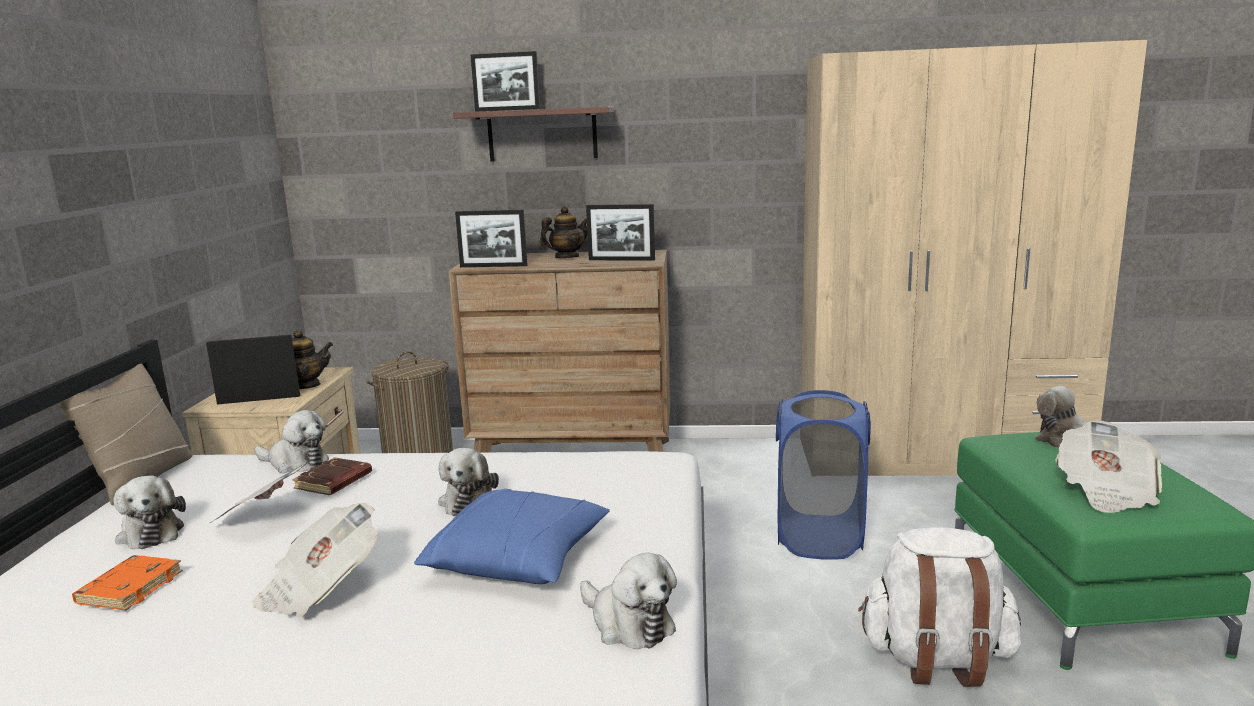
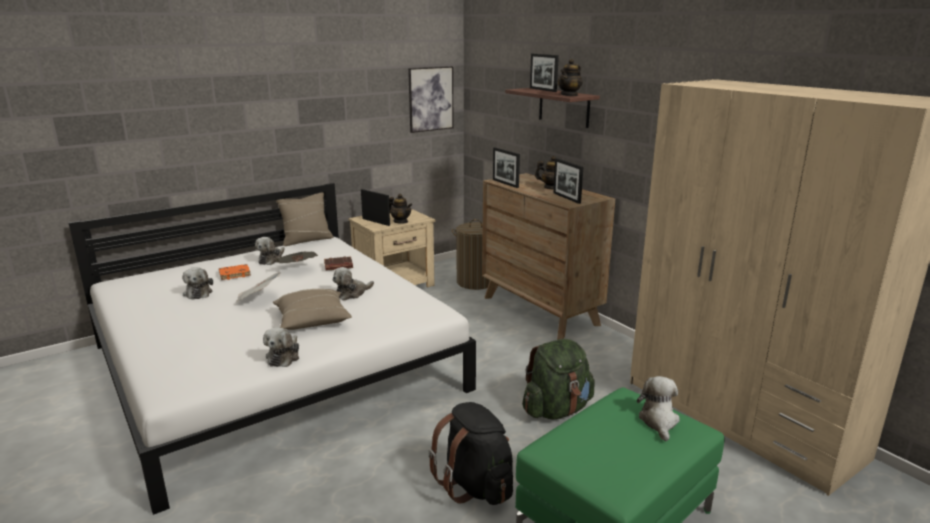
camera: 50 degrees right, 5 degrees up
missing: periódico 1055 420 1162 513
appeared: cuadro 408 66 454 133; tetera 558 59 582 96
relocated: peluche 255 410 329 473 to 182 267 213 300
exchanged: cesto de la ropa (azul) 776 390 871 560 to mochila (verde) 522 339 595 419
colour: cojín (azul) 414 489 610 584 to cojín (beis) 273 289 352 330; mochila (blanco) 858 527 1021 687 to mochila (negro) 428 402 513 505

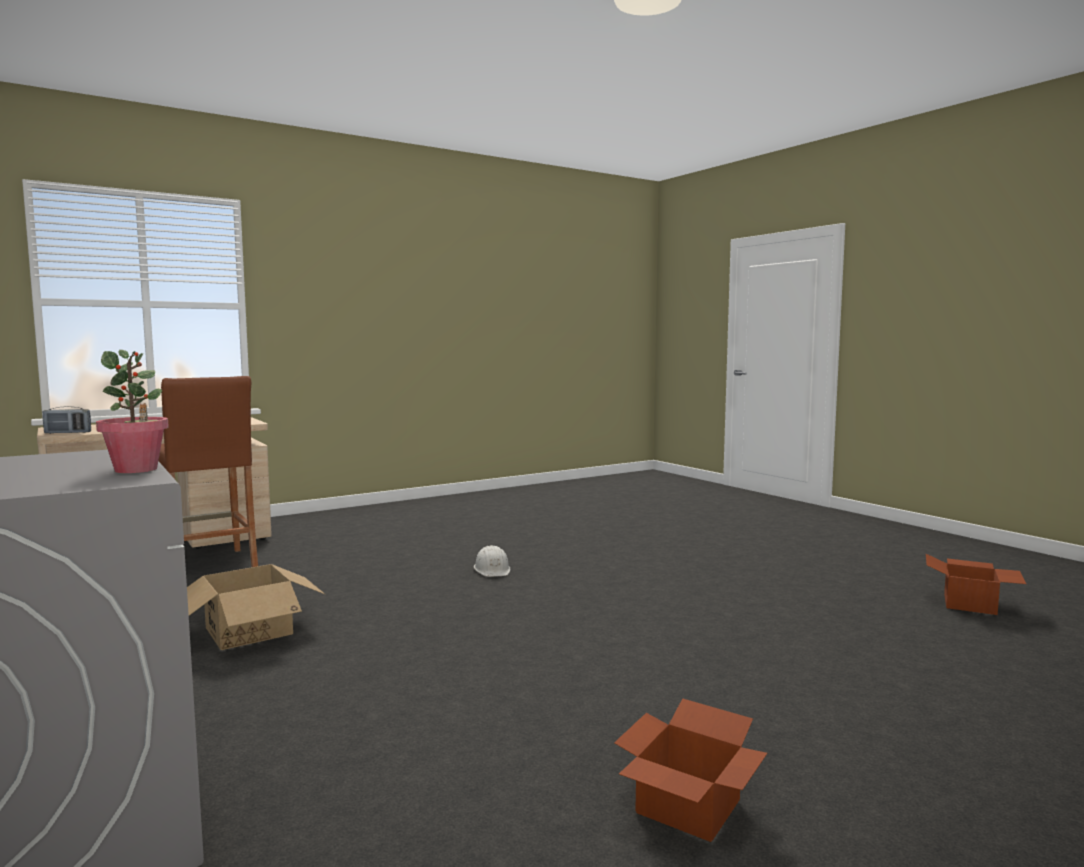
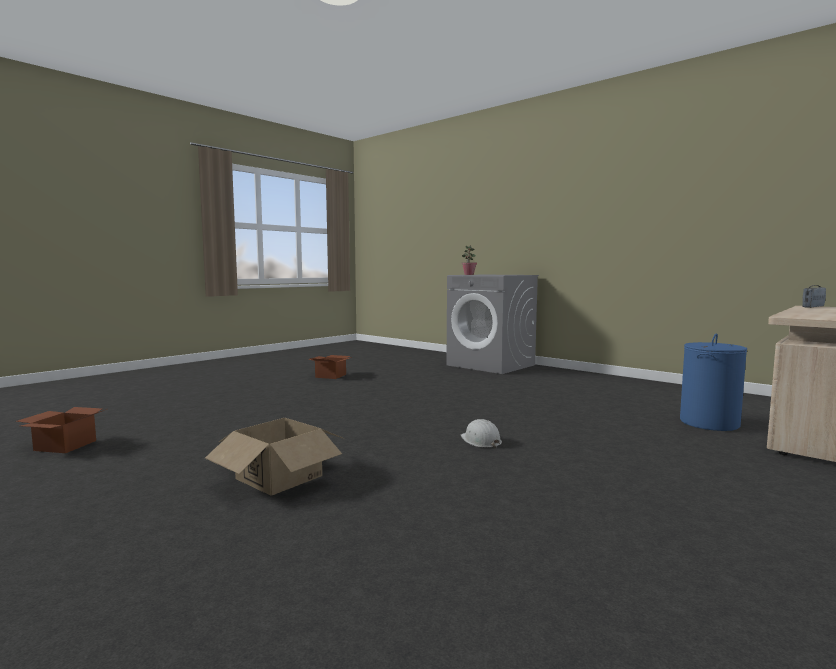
camera: 165 degrees right, 0 degrees up
relocated: caja de cartón 187 564 326 650 to 205 418 342 496
exchanged: taburete (marrón) 158 376 258 567 to cesto de la ropa (azul) 680 333 747 431

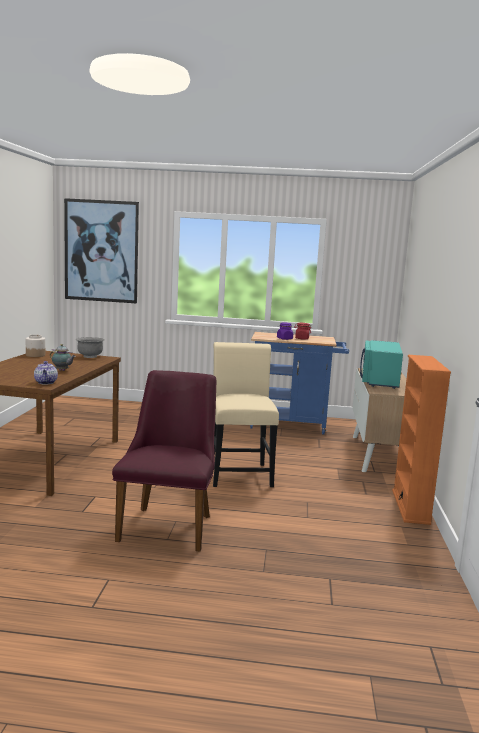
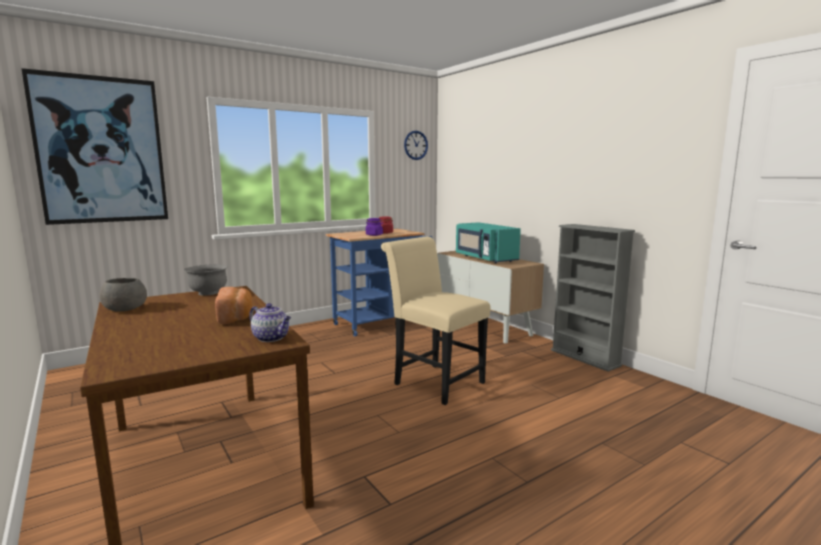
camera: 40 degrees left, 0 degrees up
missing: silla (morado) 112 370 216 552
appeared: reloj de pared 404 131 428 160
exchanged: tarro 26 335 45 357 to cuenco (gris) 100 278 147 311; tetera 50 344 76 371 to pan 215 287 252 324
colour: estantería (naranja) 392 355 451 525 to estantería (gris) 551 224 635 372

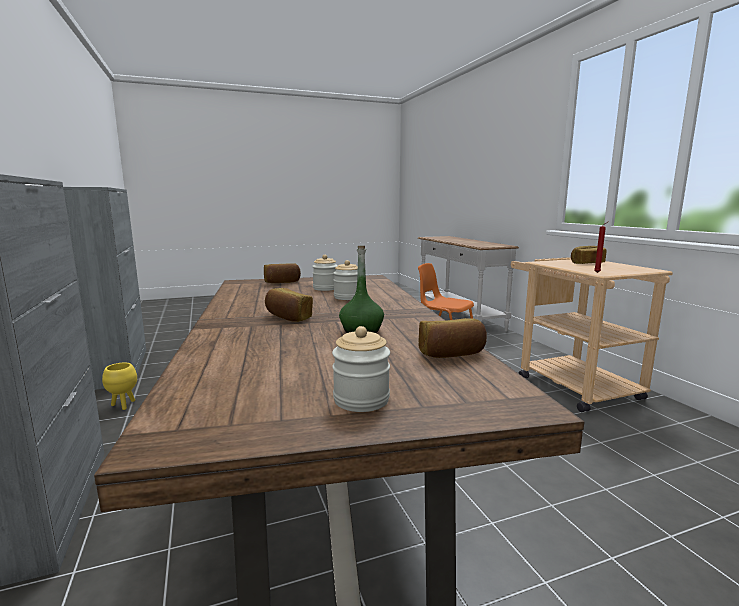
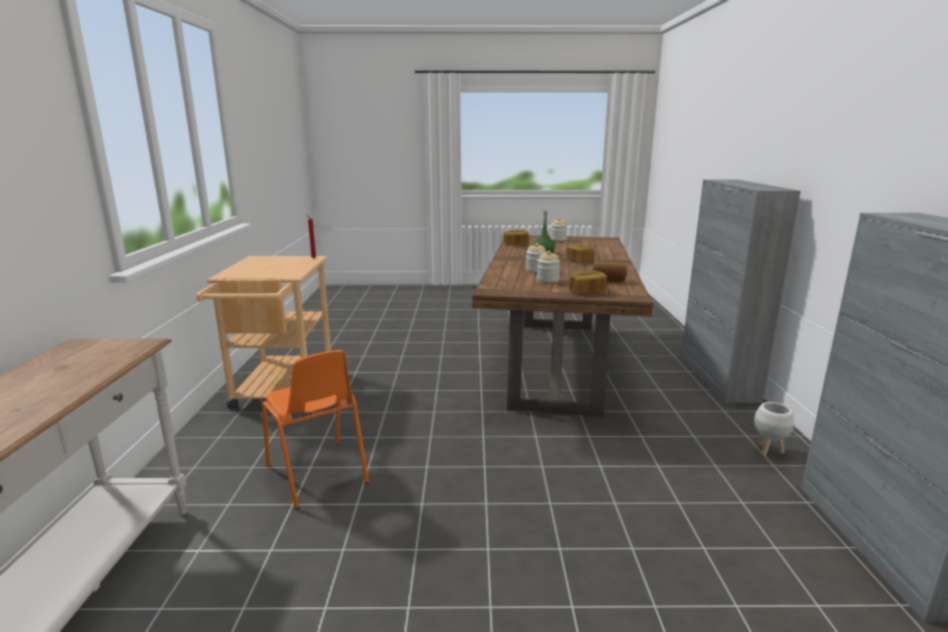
camera: 160 degrees left, 5 degrees up
relocated: pan 571 246 607 264 to 592 262 627 282
colour: maceta (amarillo) 102 363 137 410 to maceta (blanco) 754 402 794 456

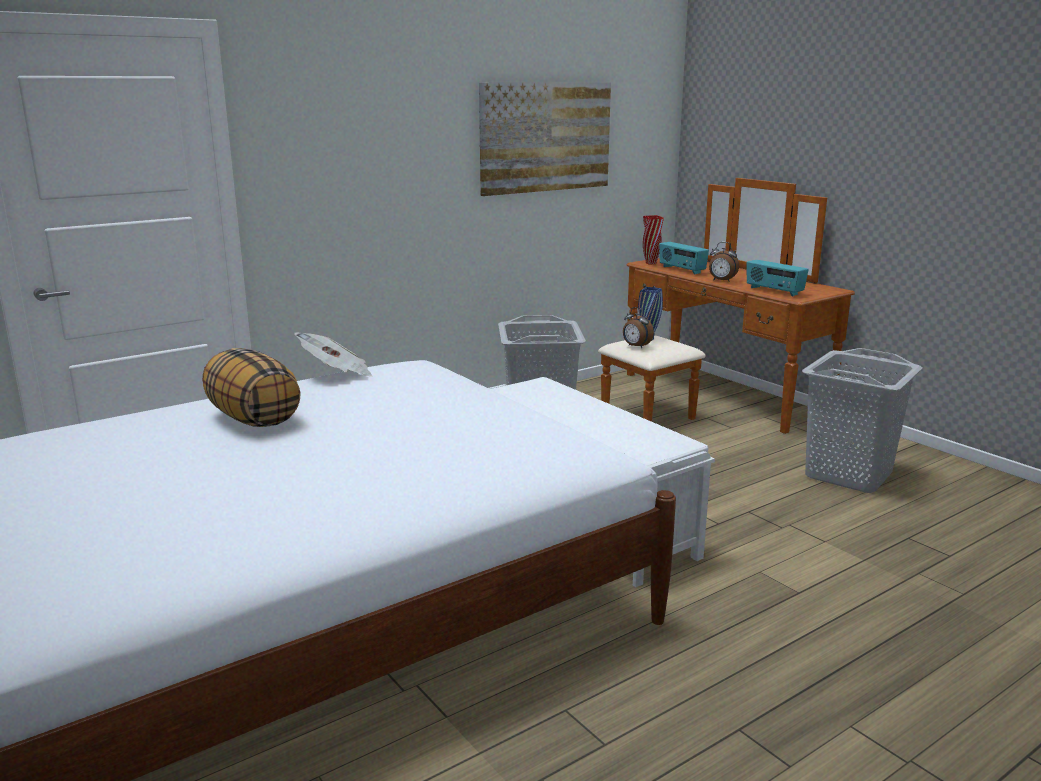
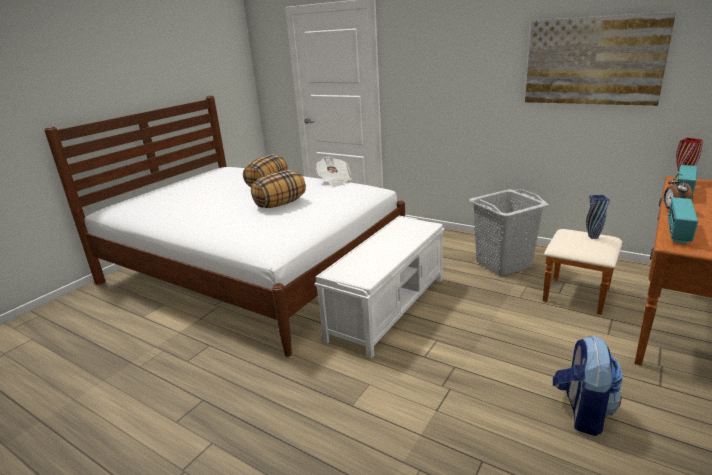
camera: 70 degrees right, 5 degrees up
missing: despertador 623 307 654 348
appeared: cojín 251 170 306 208
exchanged: cesto de la ropa (gris) 802 348 923 493 to mochila 553 335 623 436

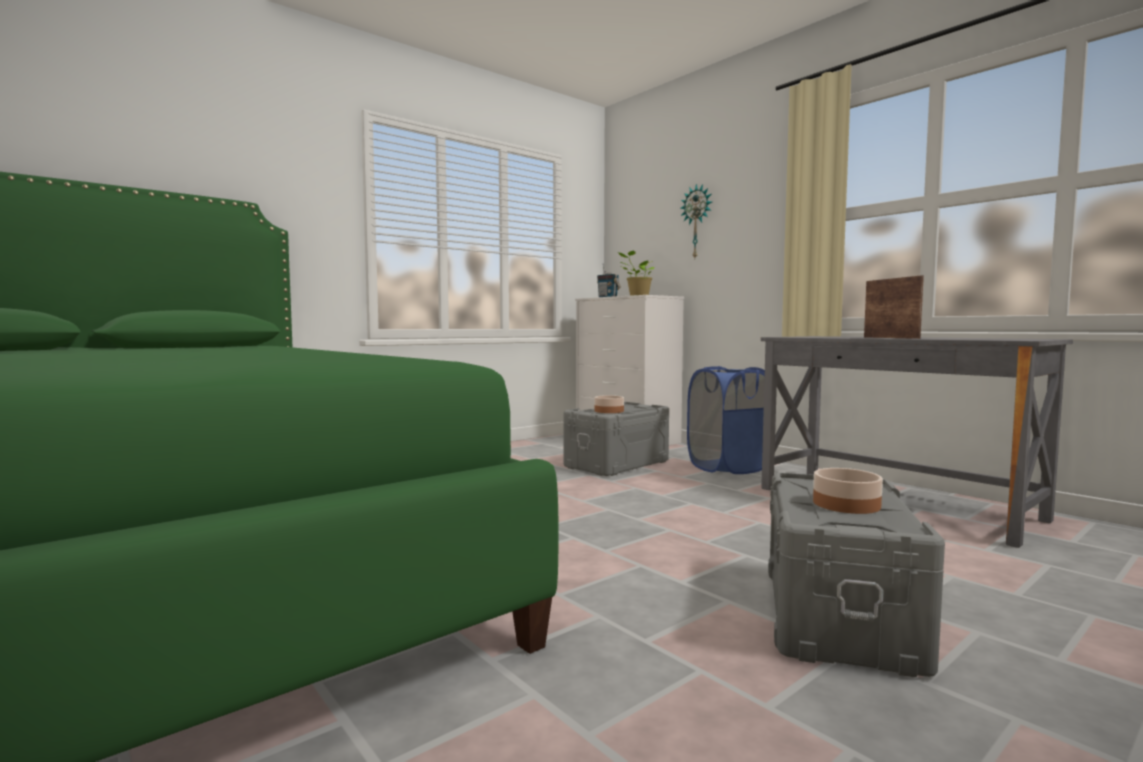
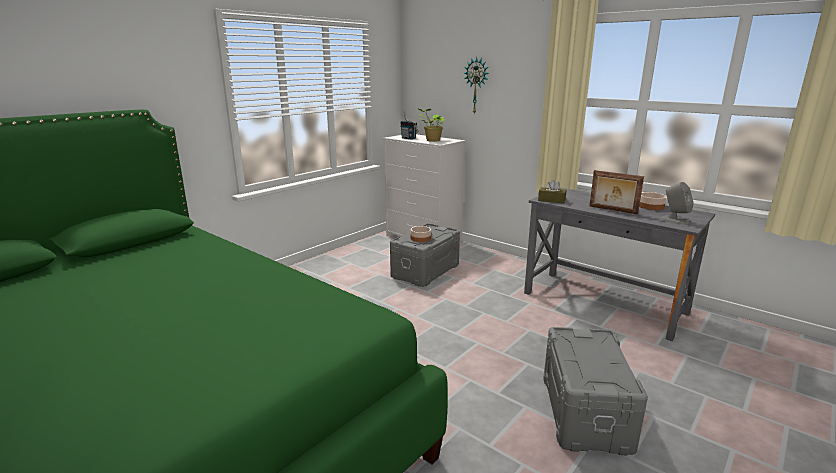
camera: 10 degrees left, 15 degrees up
missing: cesto de la ropa (azul) 687 366 765 474
appeared: caja de pañuelos (marrón) 538 180 566 203; altavoz (gris) 661 182 694 224
relocated: cuenco 813 468 883 514 to 639 192 667 210
spun: portarretratos 864 275 924 339 = 589 170 644 214 150 degrees clockwise

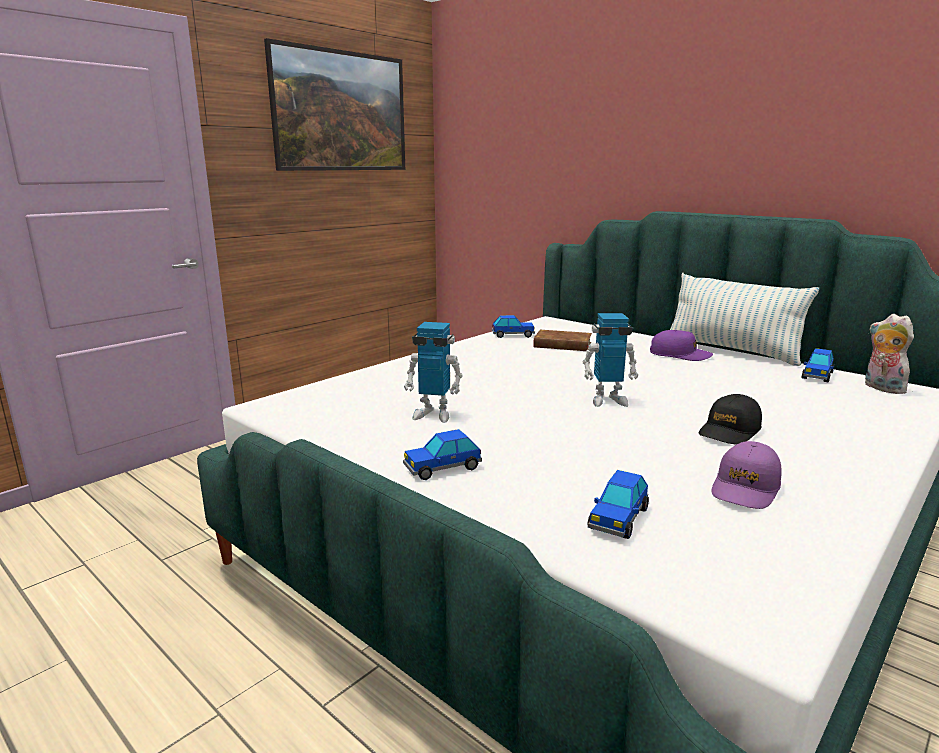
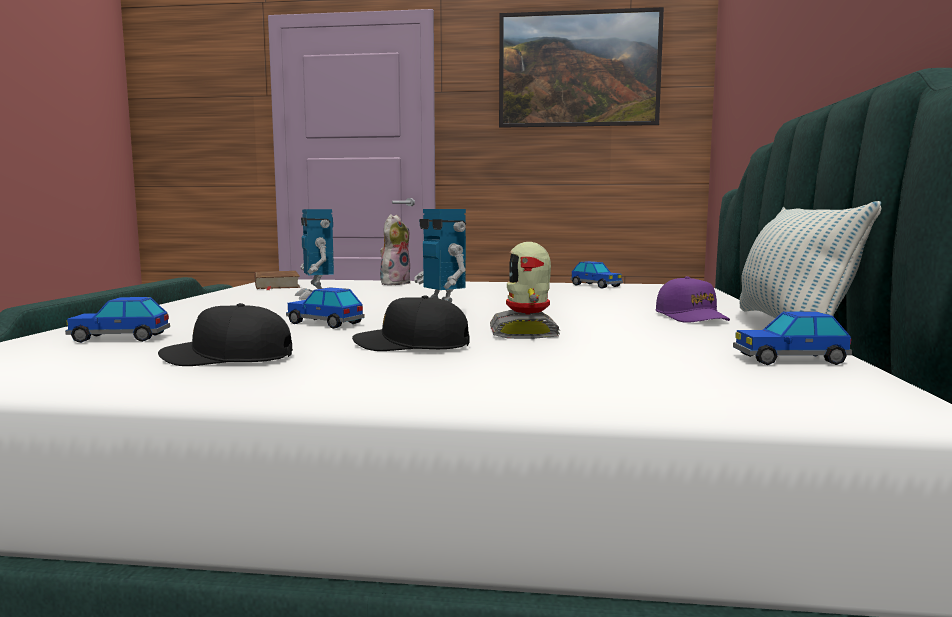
camera: 55 degrees right, 10 degrees down
appeared: robot de juguete 490 242 560 339
relocated: libro (marrón) 533 330 592 351 to 255 271 300 290; coche de juguete 403 429 482 480 to 286 287 364 329; peluche 865 314 914 394 to 380 214 410 285
colour: gorra (morado) 712 441 782 509 to gorra (negro) 158 303 293 366

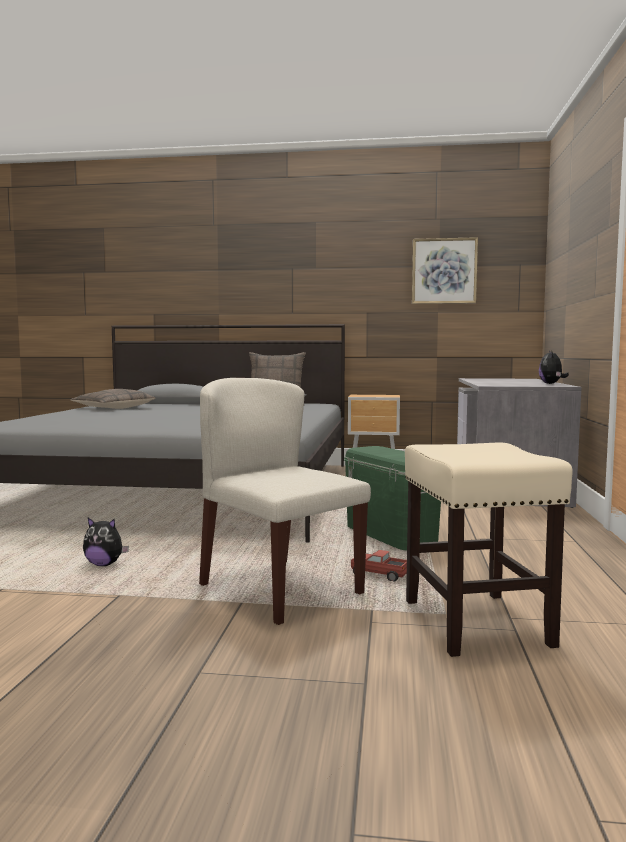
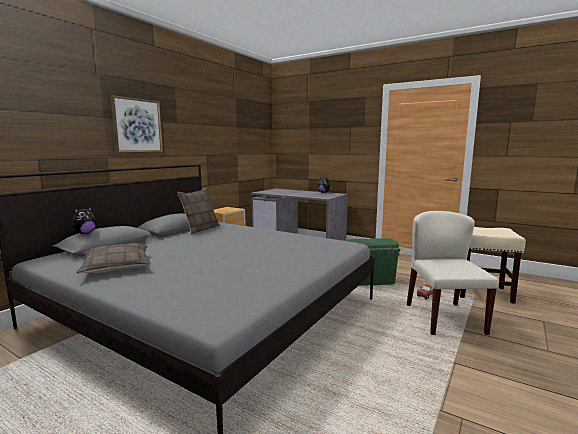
camera: 65 degrees left, 5 degrees up
relocated: peluche 83 518 129 566 to 72 206 97 234; cuadro 412 237 478 304 to 111 95 163 152
spun: silla (beis) 199 378 371 625 = 407 211 499 335 105 degrees clockwise

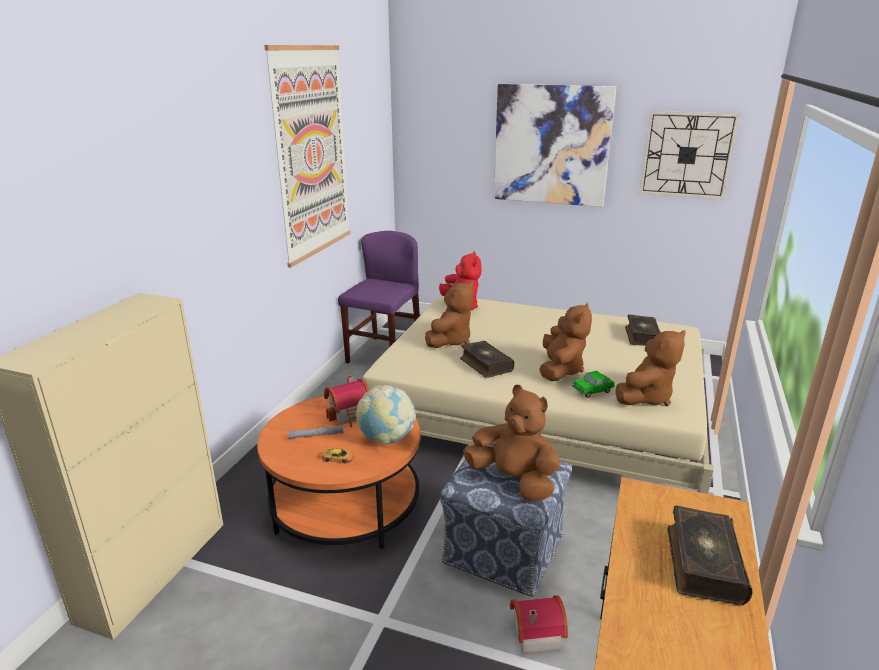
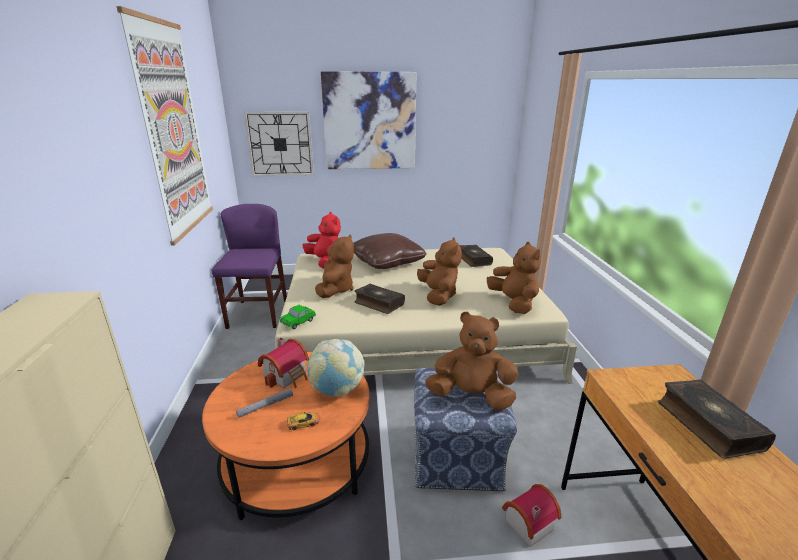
camera: 25 degrees left, 0 degrees up
appeared: cojín (marrón) 353 233 427 269
relocated: reloj de pared 639 111 740 200 to 244 111 314 176; coche de juguete 572 371 615 398 to 280 305 316 329
spun: peluche (marrón) 615 330 686 406 = 487 242 541 314 45 degrees counterclockwise

